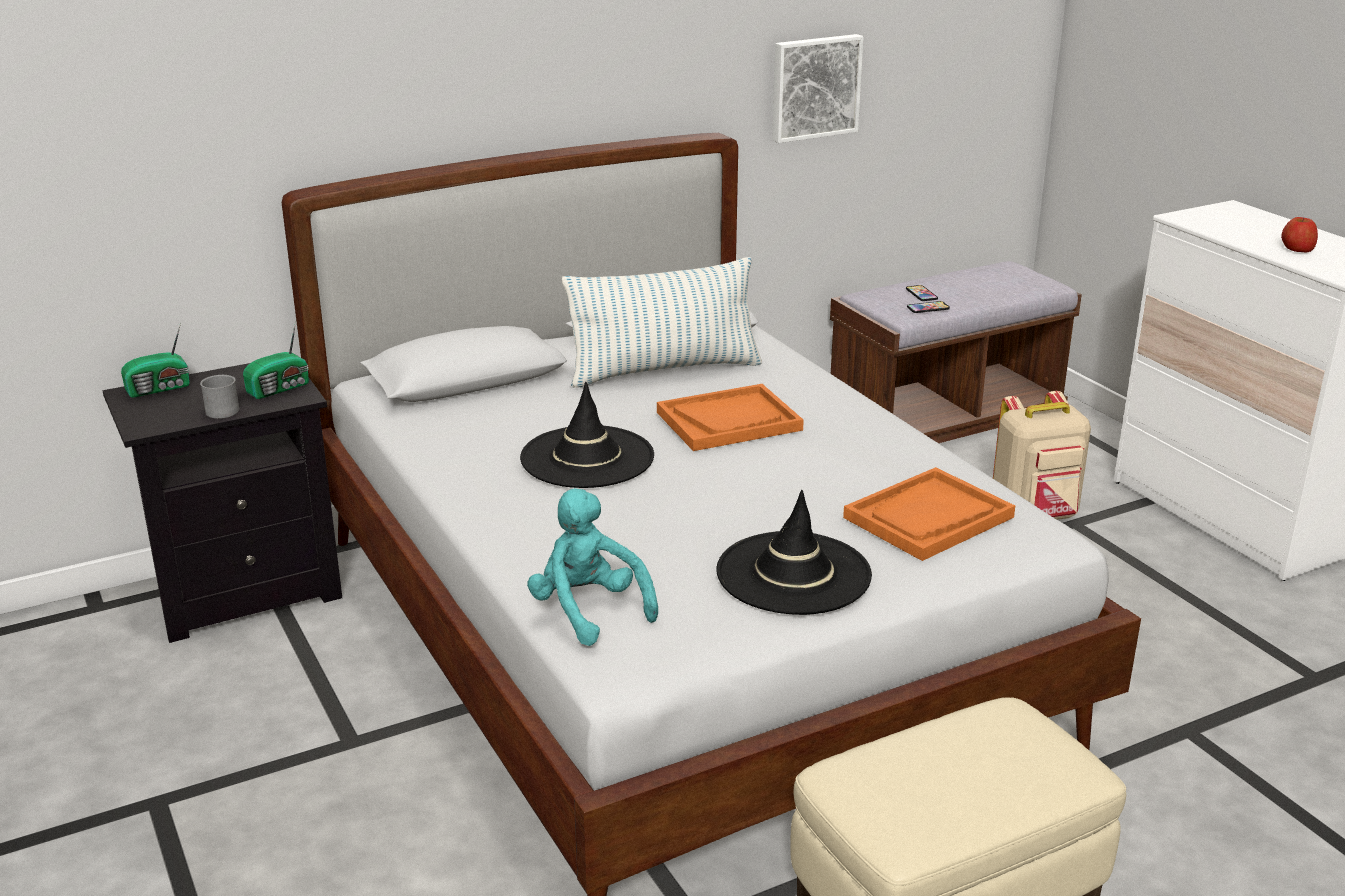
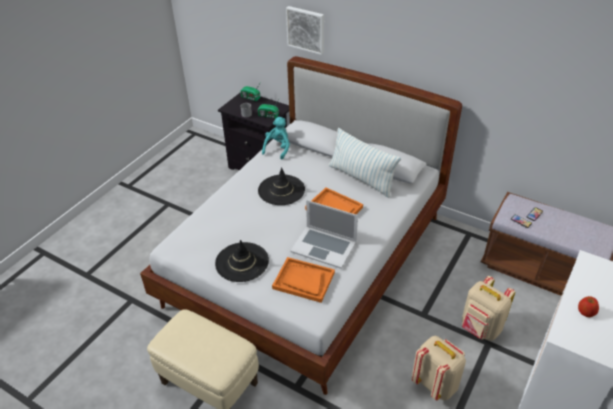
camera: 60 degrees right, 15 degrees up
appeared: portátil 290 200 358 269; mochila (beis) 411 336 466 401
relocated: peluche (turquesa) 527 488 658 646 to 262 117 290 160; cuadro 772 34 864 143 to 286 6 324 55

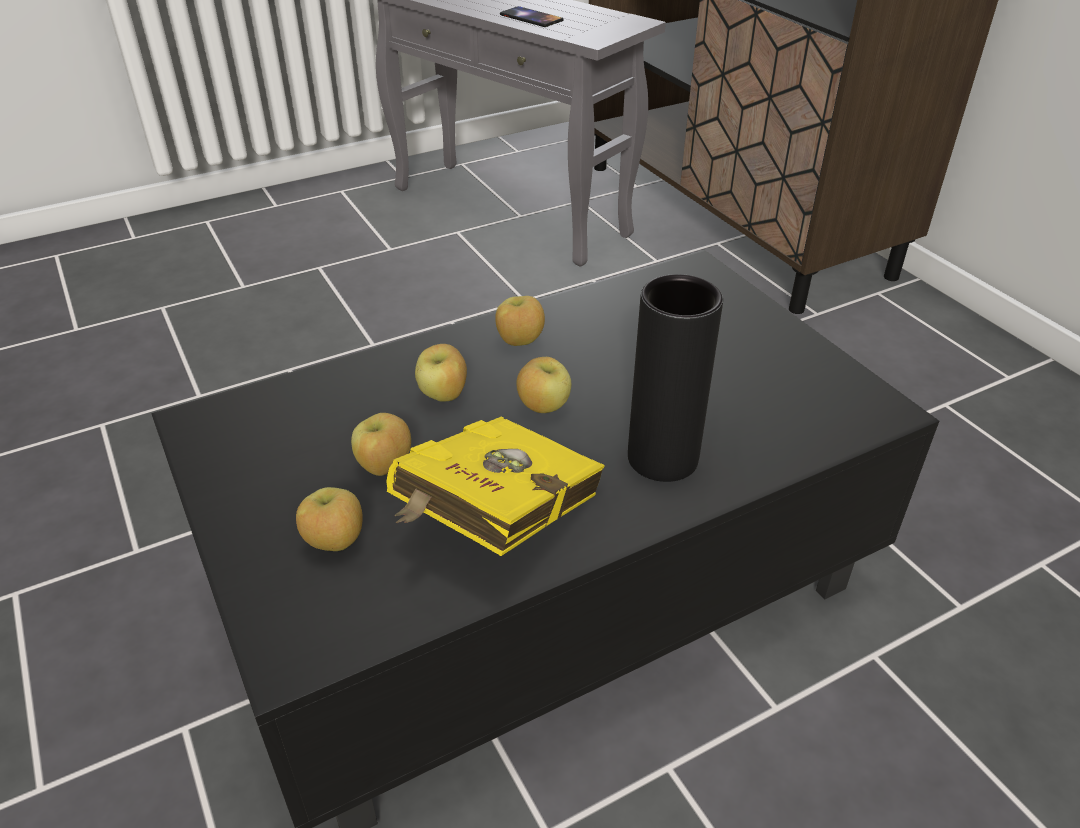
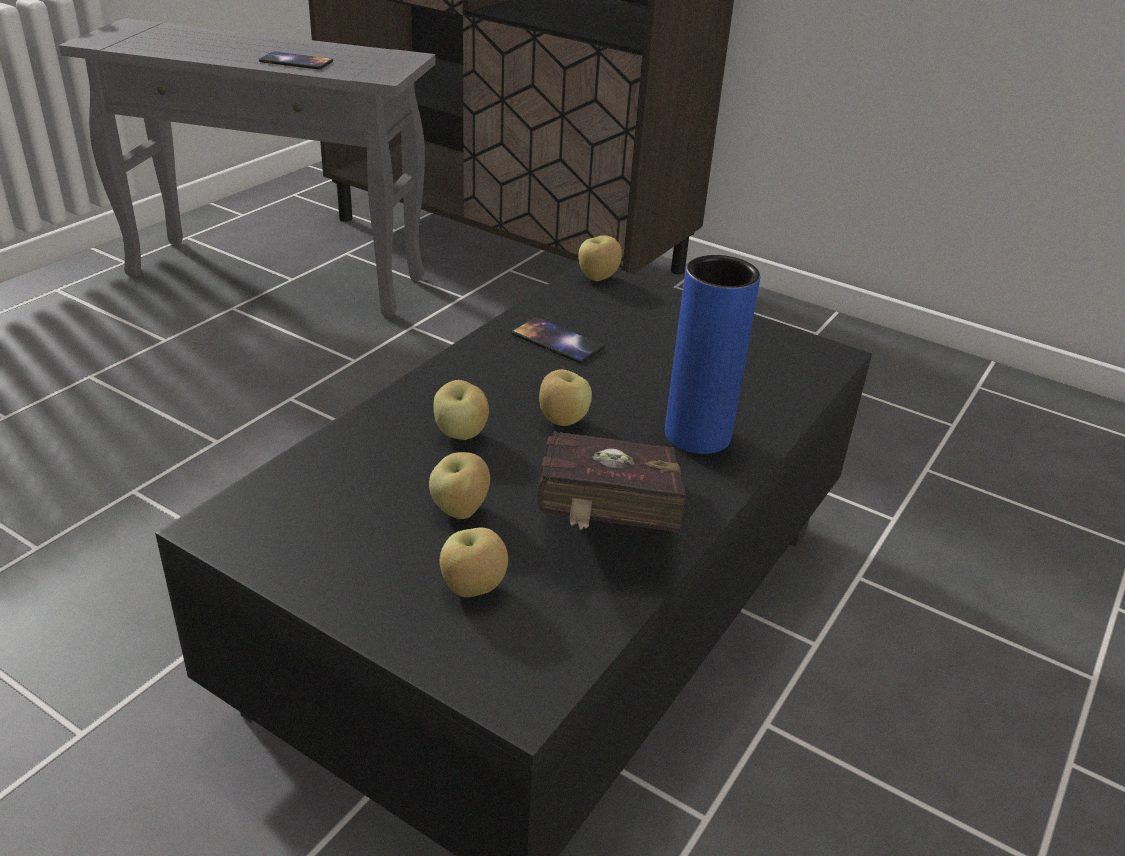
camera: 30 degrees left, 5 degrees down
appeared: móvil 511 317 605 363
relocated: manzana 495 296 545 346 to 578 235 622 281
colour: libro (amarillo) 386 417 605 556 to libro (rojo) 537 432 686 533; florero (negro) 628 274 723 482 to florero (azul) 665 255 760 454

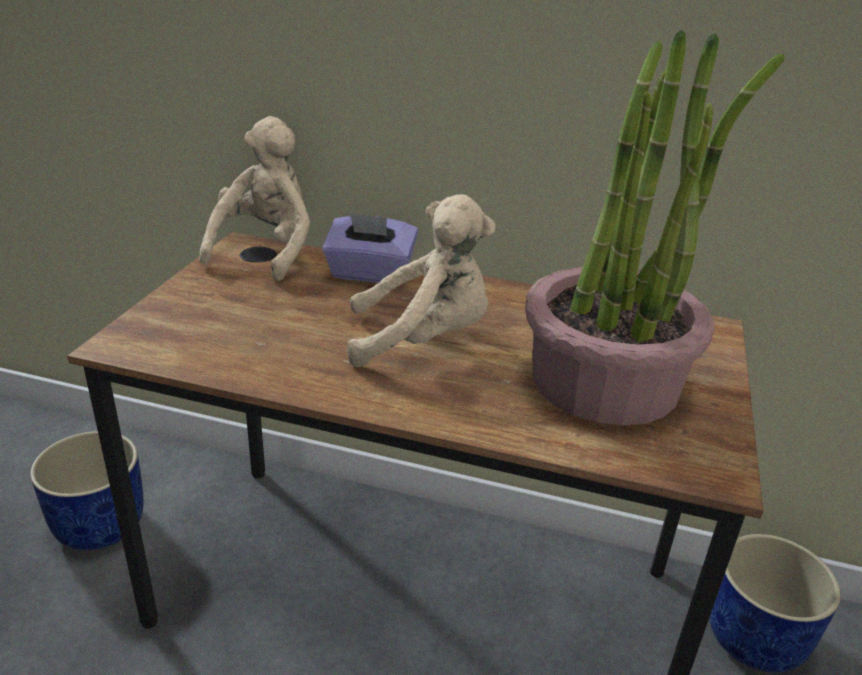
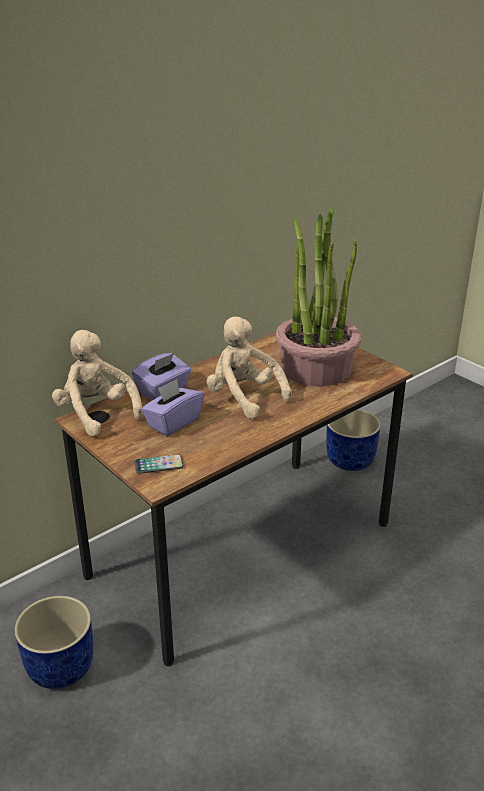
camera: 55 degrees left, 0 degrees up
appeared: móvil 135 454 184 474; caja de pañuelos (morado) 141 379 204 436
spun: peluche (beis) 347 194 496 367 = 207 316 292 419 75 degrees counterclockwise

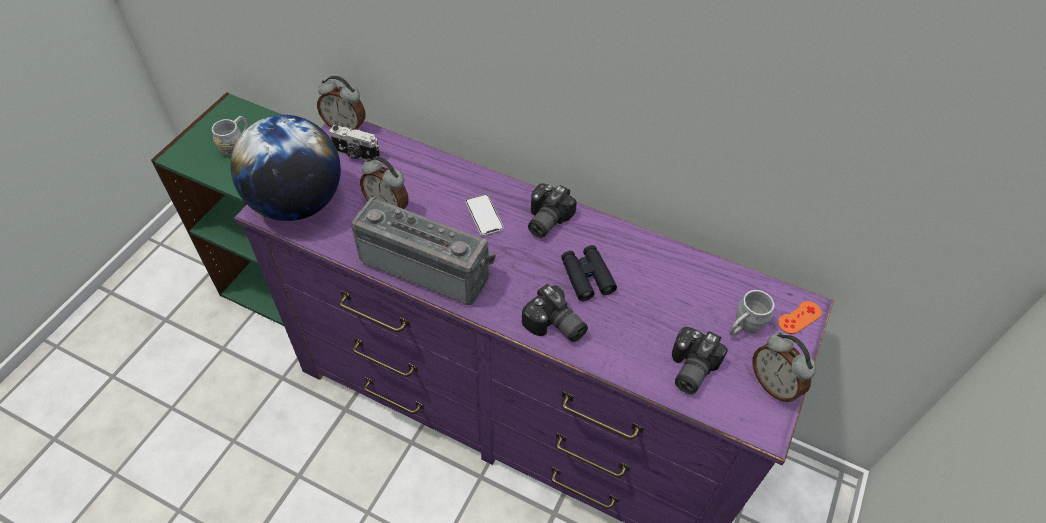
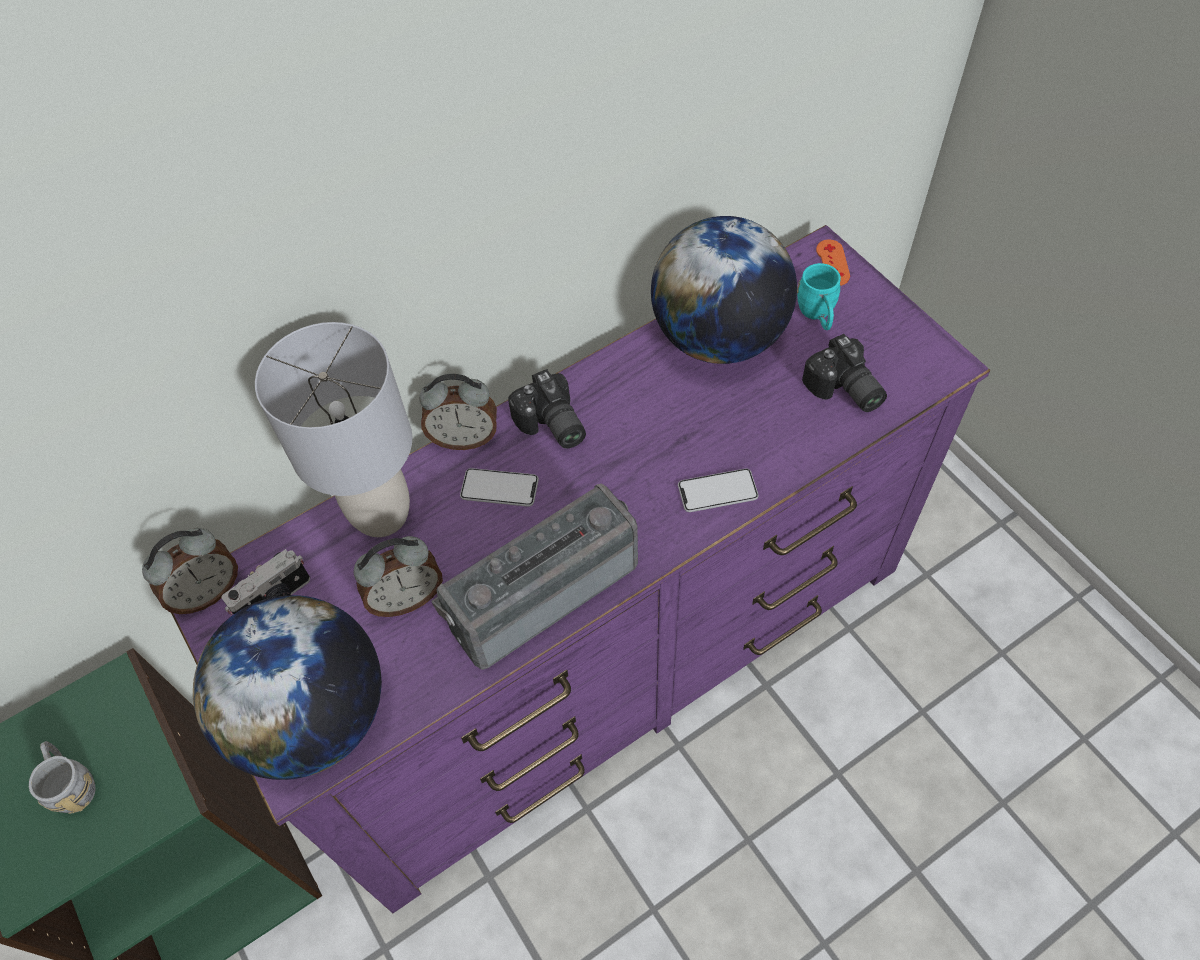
camera: 55 degrees left, 5 degrees up
missing: prismáticos (negro) 561 245 617 301
appeared: lámpara de mesa (gris) 255 322 413 537; globo terráqueo 651 216 797 364
relocated: despertador 753 333 816 402 to 419 374 497 450
exchanged: cámara 522 283 588 342 to móvil 678 469 759 512
colour: taza grande (gris) 729 290 774 336 to taza grande (turquesa) 797 263 841 330

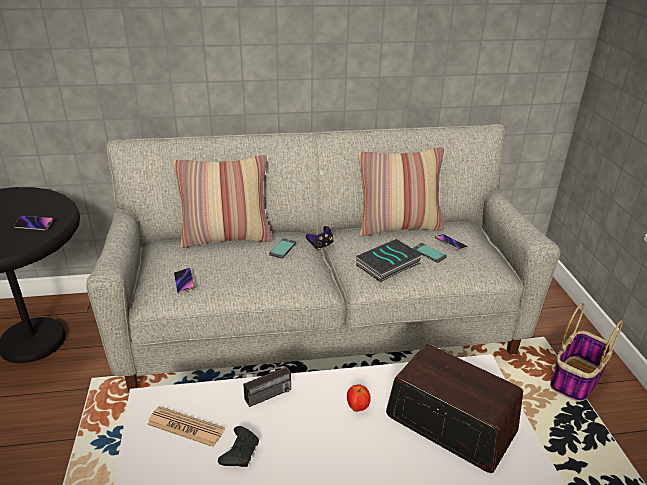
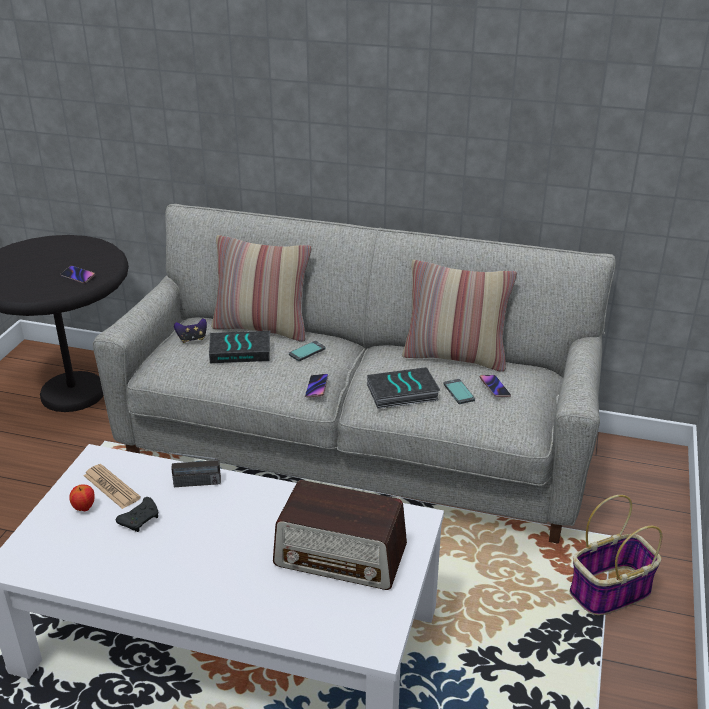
camera: 25 degrees right, 0 degrees up
appeared: libro 209 331 270 363
relocated: manzana 347 384 371 412 to 69 484 95 511; mando de consola 306 226 334 251 to 174 318 207 343; móvil 174 268 195 293 to 305 374 328 398
spun: radio 386 344 523 473 = 273 480 407 590 135 degrees clockwise

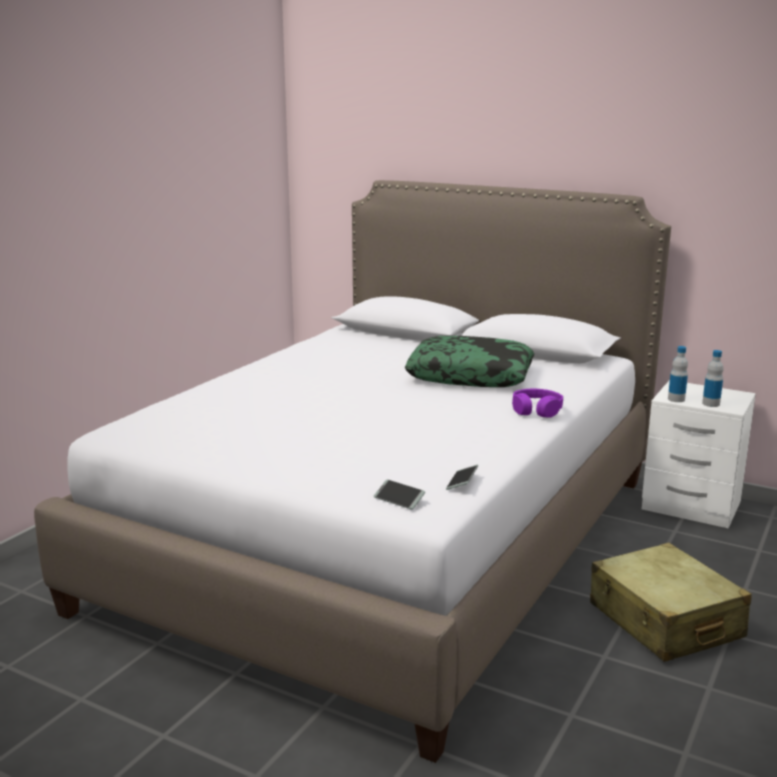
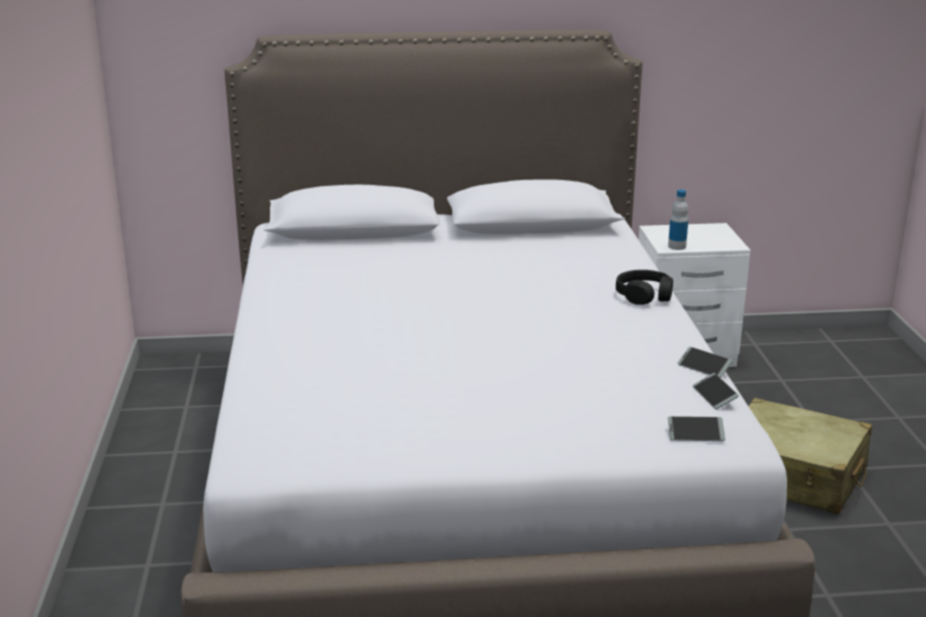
camera: 35 degrees left, 5 degrees up
missing: cojín 405 336 534 387; botella 702 350 724 407
appeared: móvil 678 347 732 378
colour: auriculares (morado) 512 389 563 418 to auriculares (negro) 616 270 673 305

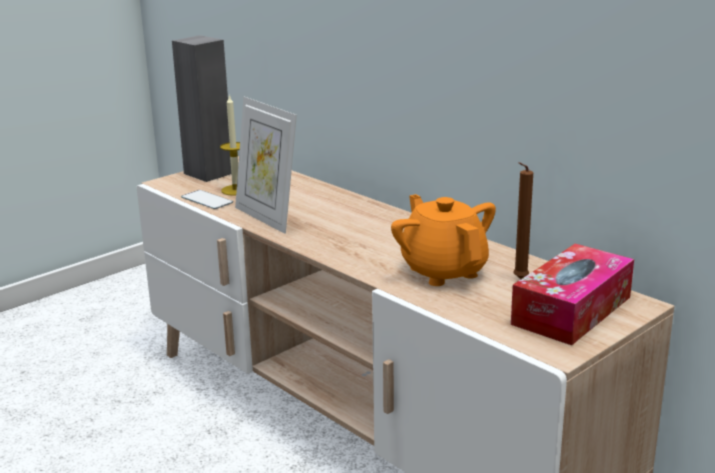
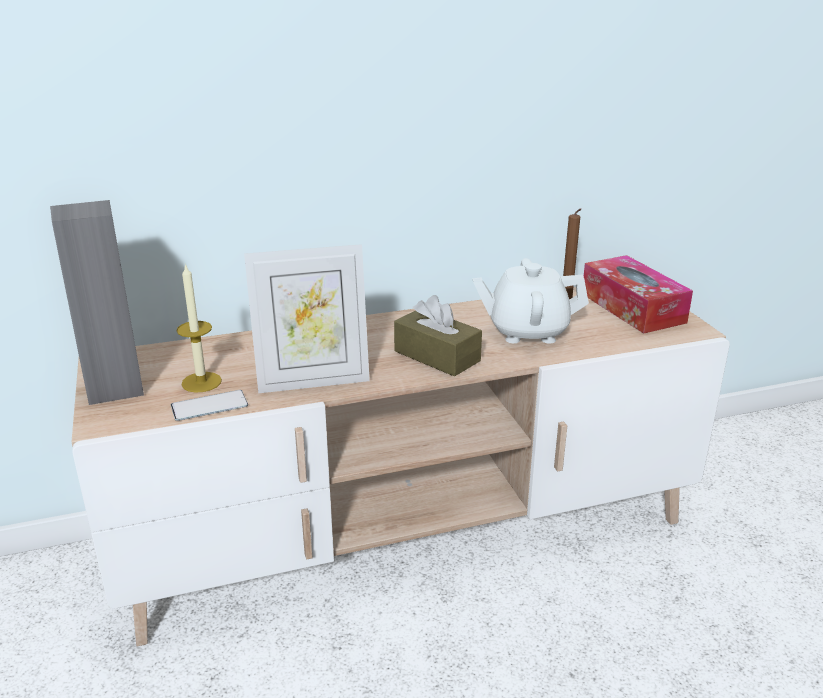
camera: 65 degrees left, 5 degrees up
appeared: caja de pañuelos (marrón) 394 295 482 377
colour: tetera (naranja) 391 194 496 286 to tetera (blanco) 472 258 589 344

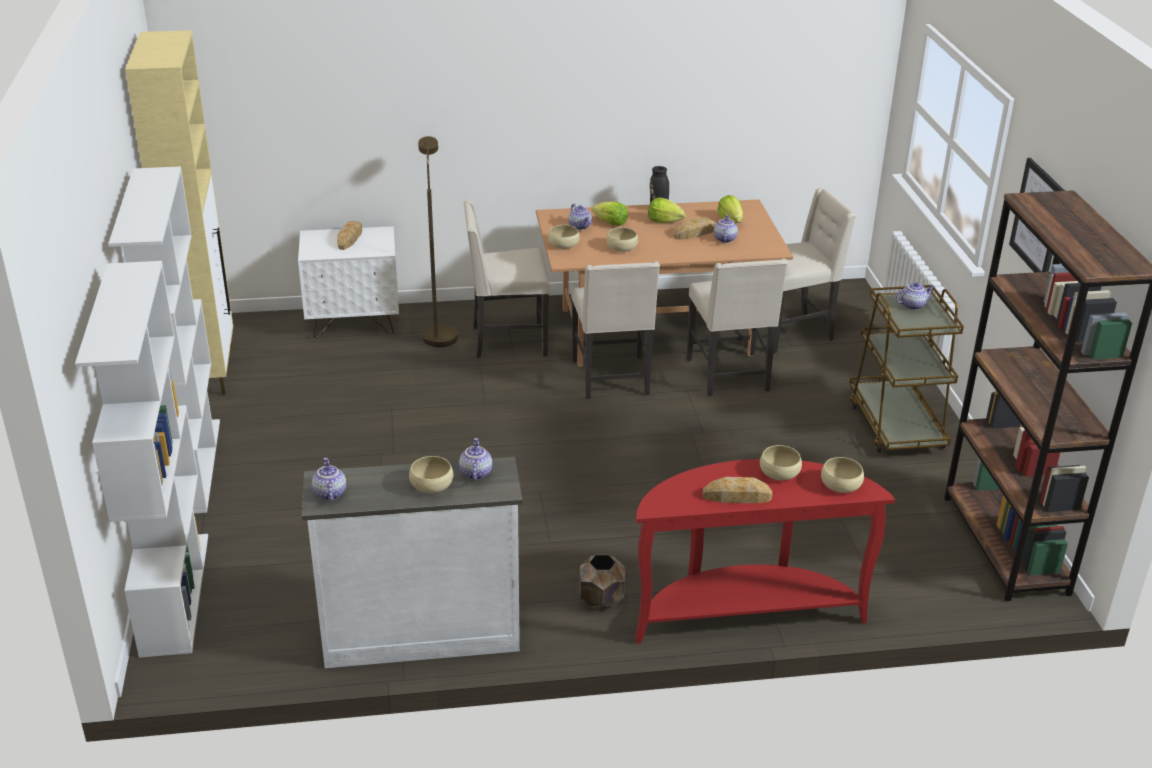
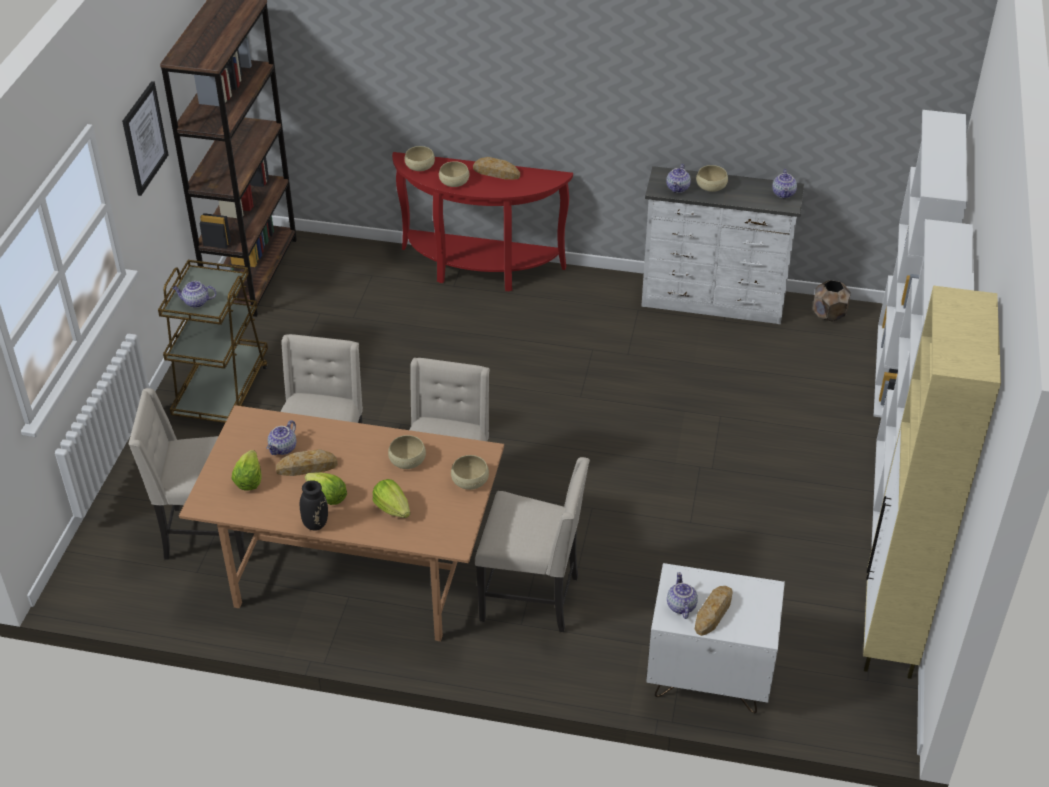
camera: 160 degrees left, 10 degrees up
missing: lámpara de pie (marrón) 418 136 458 347
relocated: tetera 568 204 592 230 to 667 572 698 619; maceta (marrón) 579 555 625 608 to 812 280 851 321

